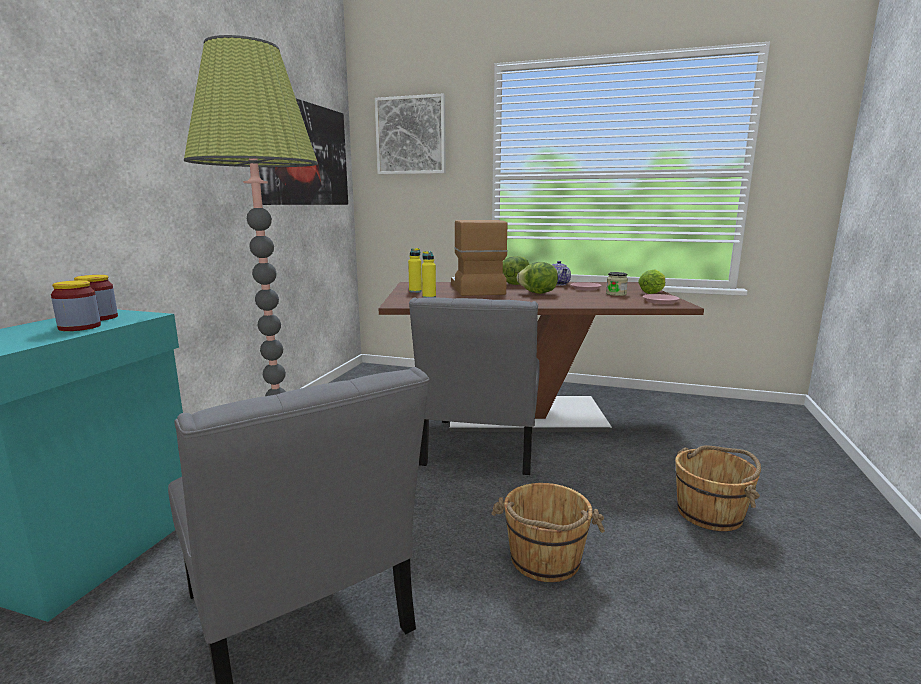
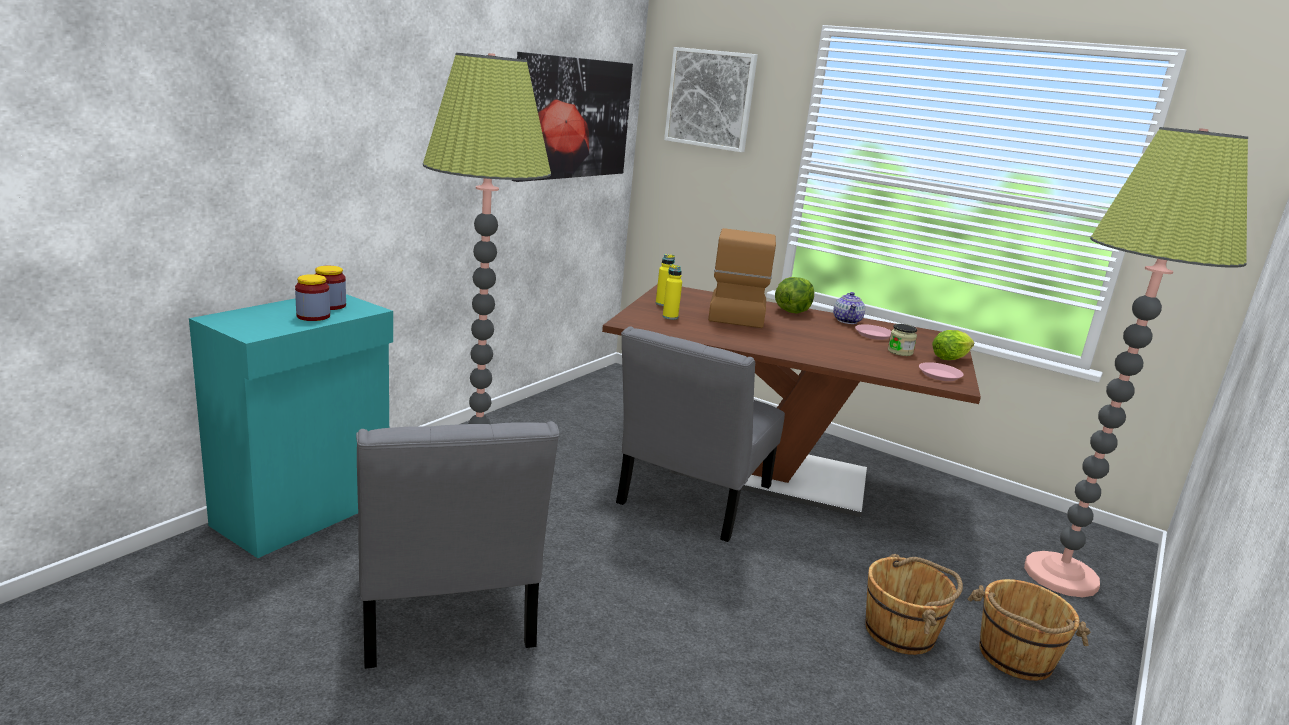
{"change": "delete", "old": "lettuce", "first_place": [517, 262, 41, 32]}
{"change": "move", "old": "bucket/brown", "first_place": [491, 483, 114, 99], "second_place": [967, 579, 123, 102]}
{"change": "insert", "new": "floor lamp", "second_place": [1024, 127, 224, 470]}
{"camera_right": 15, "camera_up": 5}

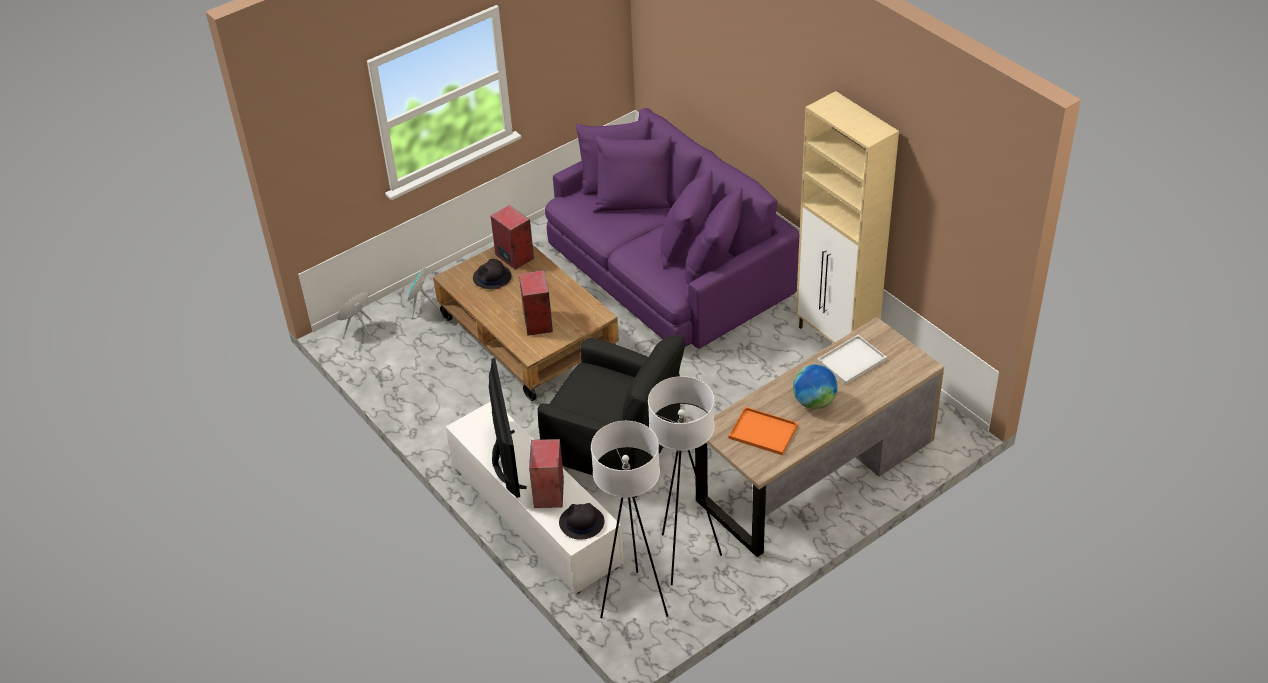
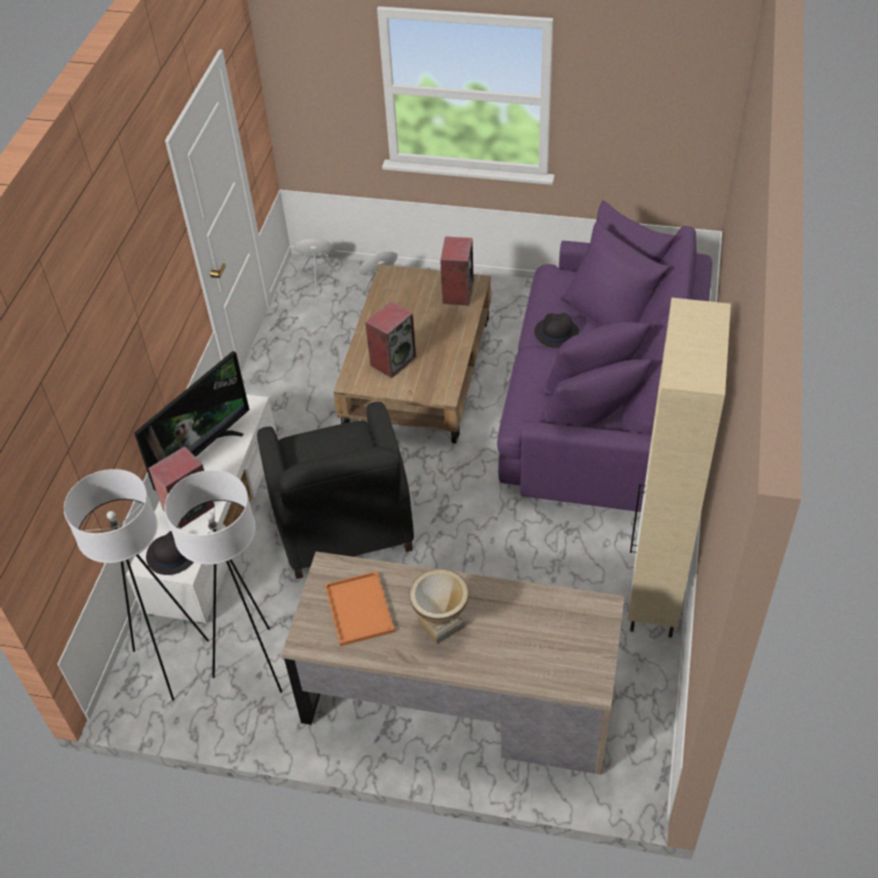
{"change": "move", "old": "hat/black", "first_place": [473, 259, 38, 30], "second_place": [534, 313, 45, 35]}
{"change": "delete", "old": "tray/white", "first_place": [817, 335, 70, 50]}
{"change": "replace", "old": "globe", "new": "vase", "first_place": [793, 365, 45, 44], "second_place": [409, 569, 60, 75]}
{"camera_right": 50, "camera_up": 5}

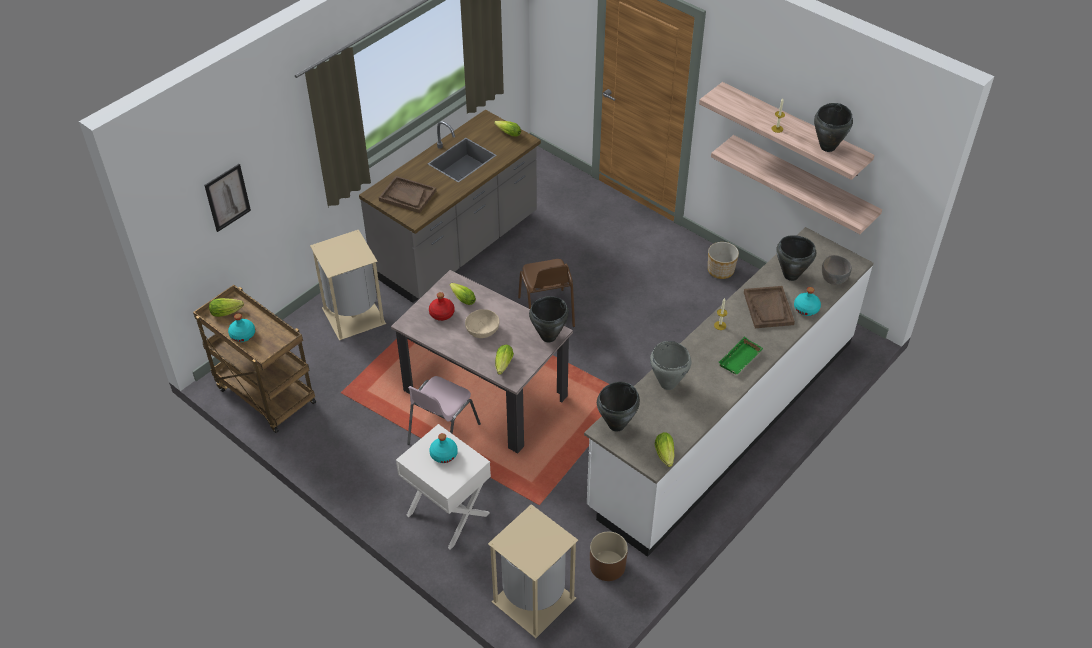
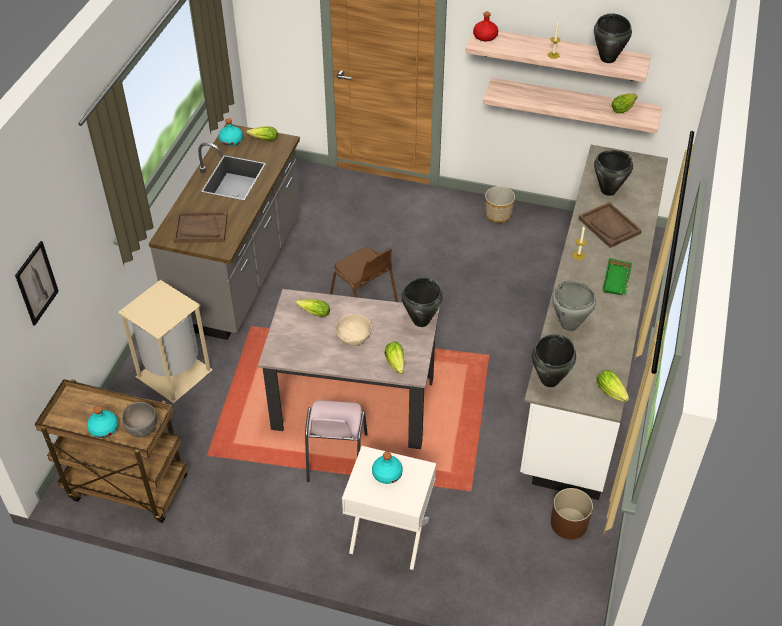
{"change": "move", "old": "bowl/grey", "first_place": [822, 255, 30, 30], "second_place": [122, 402, 35, 36]}
{"change": "move", "old": "bottle/turquoise", "first_place": [794, 287, 27, 29], "second_place": [219, 118, 24, 28]}
{"change": "move", "old": "bottle/red", "first_place": [429, 292, 26, 29], "second_place": [473, 12, 25, 29]}
{"change": "move", "old": "lettuce", "first_place": [209, 298, 35, 19], "second_place": [612, 93, 25, 20]}
{"change": "delete", "old": "trash can/beige", "first_place": [488, 504, 90, 134]}
{"camera_right": -25, "camera_up": 0}

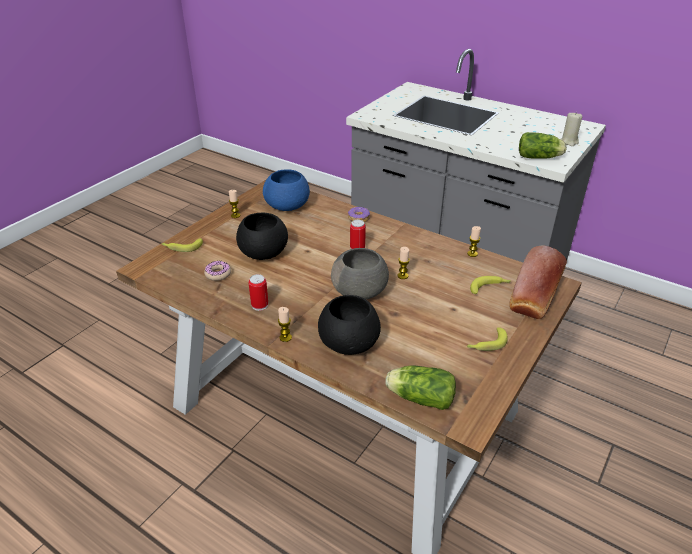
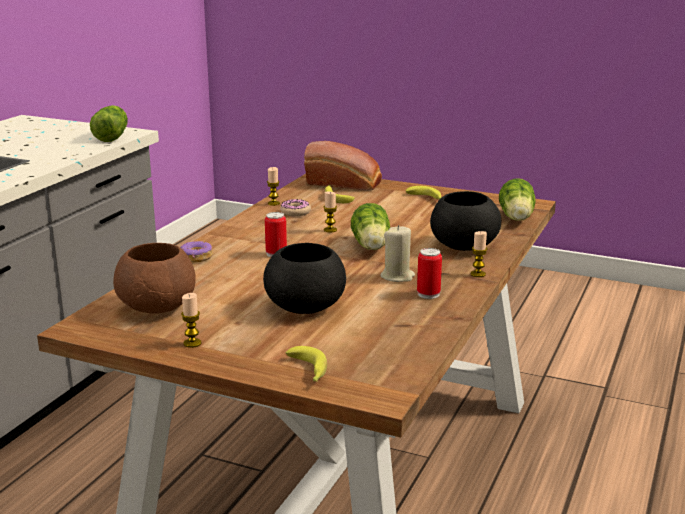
{"change": "move", "old": "candle/beige", "first_place": [561, 112, 21, 34], "second_place": [380, 225, 35, 57]}
{"change": "recolor", "old": "bowl/blue", "new": "bowl/brown", "first_place": [263, 169, 47, 42], "second_place": [113, 243, 83, 71]}
{"change": "replace", "old": "bowl/grey", "new": "lettuce", "first_place": [331, 248, 58, 51], "second_place": [351, 203, 39, 47]}
{"change": "move", "old": "donut", "first_place": [204, 261, 27, 20], "second_place": [280, 199, 31, 17]}
{"camera_right": -100, "camera_up": -15}

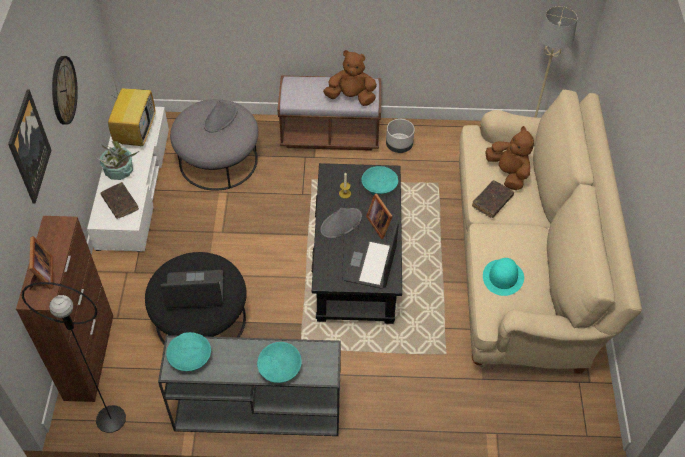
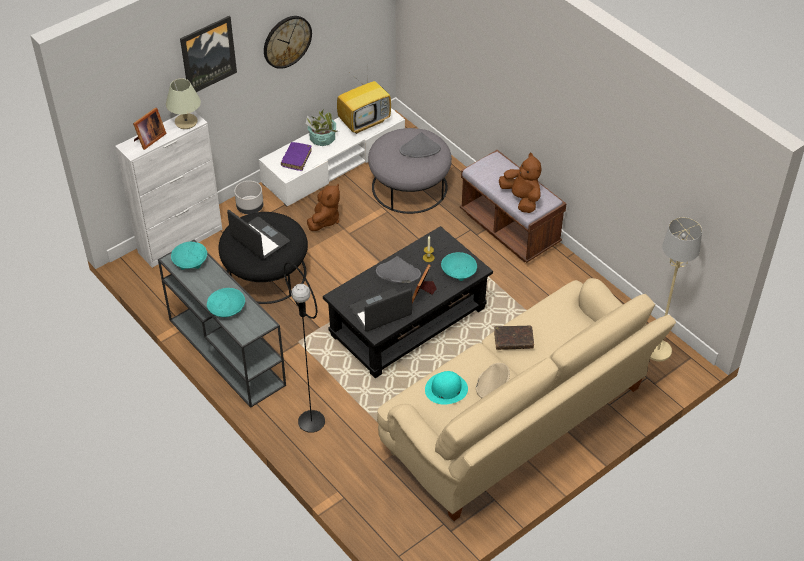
{"change": "move", "old": "planter/grey", "first_place": [386, 119, 29, 34], "second_place": [234, 181, 29, 33]}
{"change": "move", "old": "plush toy/brown", "first_place": [485, 126, 49, 64], "second_place": [307, 184, 33, 47]}
{"change": "recolor", "old": "book/brown", "new": "book/purple", "first_place": [101, 182, 38, 37], "second_place": [281, 142, 31, 29]}
{"change": "recolor", "old": "cabinet/brown", "new": "cabinet/white", "first_place": [16, 216, 97, 186], "second_place": [115, 111, 107, 157]}
{"change": "move", "old": "floor lamp/black", "first_place": [22, 282, 104, 151], "second_place": [284, 262, 41, 170]}
{"change": "insert", "new": "table lamp/beige", "second_place": [166, 78, 35, 51]}
{"change": "insert", "new": "hat/beige", "second_place": [476, 363, 34, 35]}
{"camera_right": 50, "camera_up": -5}

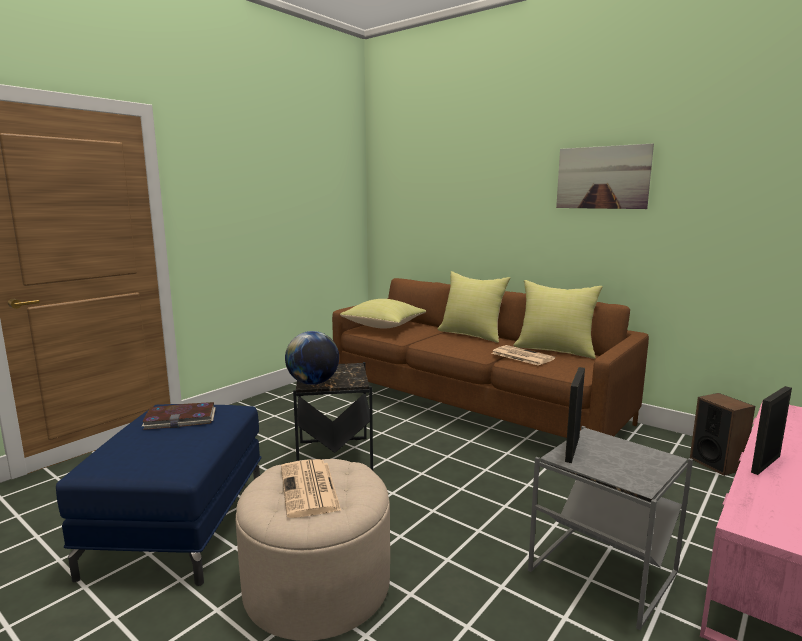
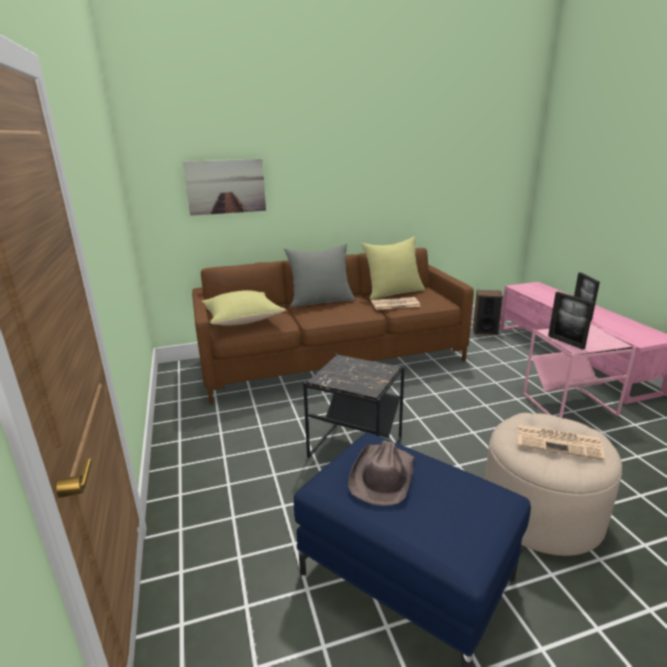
{"change": "move", "old": "picture", "first_place": [556, 143, 98, 66], "second_place": [183, 159, 83, 57]}
{"change": "recolor", "old": "pillow/yellow", "new": "pillow/grey", "first_place": [438, 271, 72, 72], "second_place": [284, 244, 72, 63]}
{"change": "delete", "old": "globe", "first_place": [285, 331, 54, 54]}
{"change": "replace", "old": "book", "new": "hat/brown", "first_place": [142, 402, 74, 28], "second_place": [348, 440, 67, 66]}
{"change": "recolor", "old": "side table/grey", "new": "side table/pink", "first_place": [528, 426, 165, 204], "second_place": [523, 323, 113, 95]}
{"camera_right": -55, "camera_up": 10}

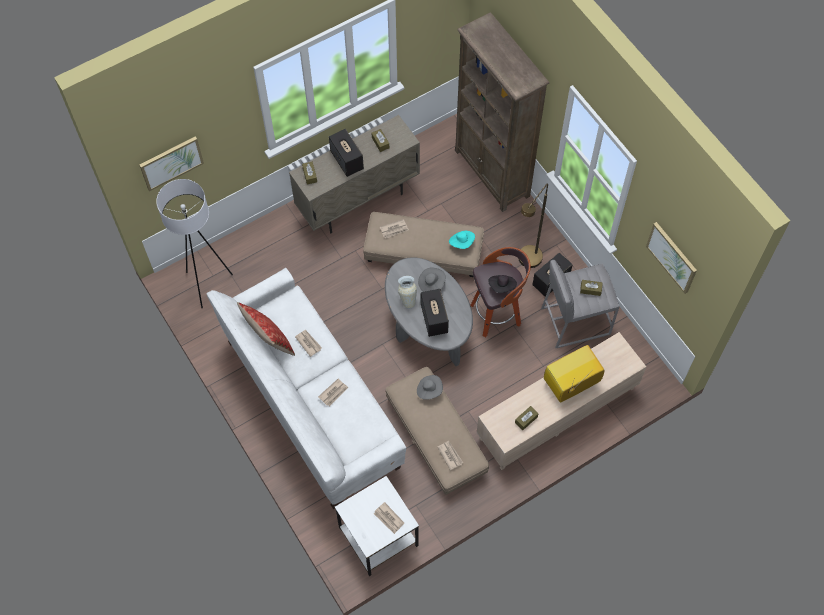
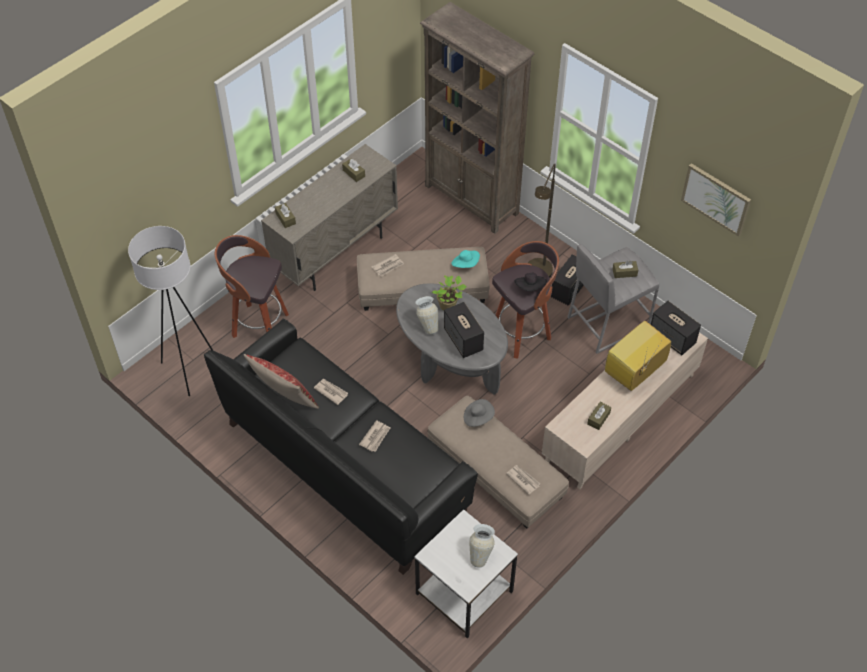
{"change": "move", "old": "speaker", "first_place": [329, 129, 35, 48], "second_place": [651, 301, 50, 54]}
{"change": "delete", "old": "picture", "first_place": [139, 136, 65, 56]}
{"change": "recolor", "old": "sofa/white", "new": "sofa/black", "first_place": [207, 267, 199, 242], "second_place": [204, 319, 274, 256]}
{"change": "replace", "old": "hat/grey", "new": "potted plant", "first_place": [418, 267, 28, 25], "second_place": [432, 275, 35, 36]}
{"change": "replace", "old": "newspaper", "new": "vase", "first_place": [374, 502, 30, 32], "second_place": [469, 524, 26, 44]}
{"change": "insert", "new": "stool", "second_place": [215, 235, 74, 103]}
{"camera_right": -15, "camera_up": -10}

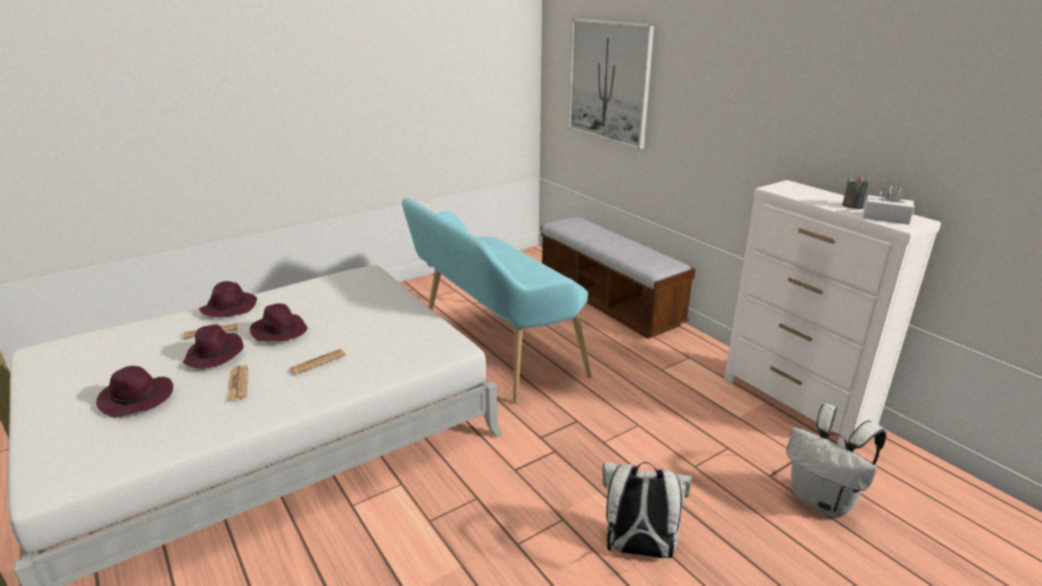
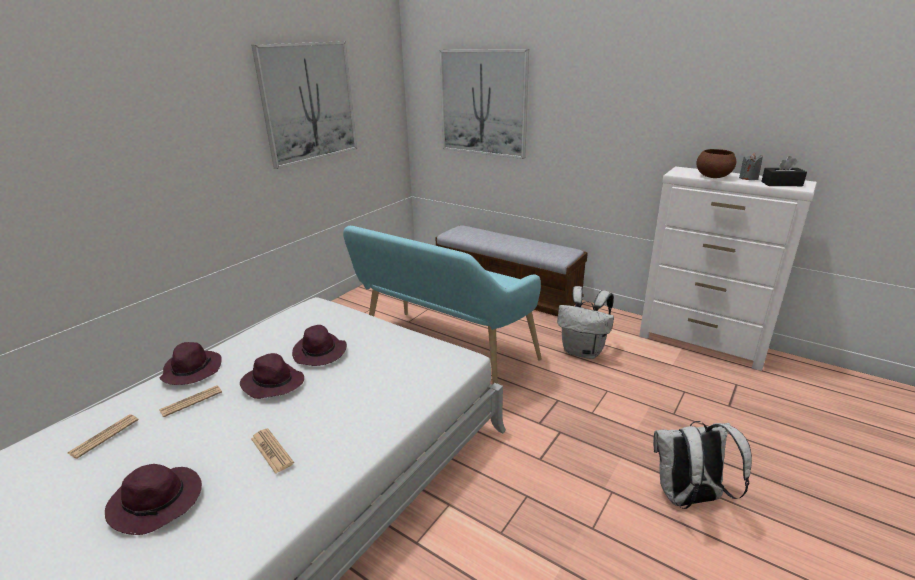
{"change": "recolor", "old": "tissue box/white", "new": "tissue box/black", "first_place": [863, 184, 51, 41], "second_place": [761, 156, 46, 30]}
{"change": "move", "old": "hat/purple", "first_place": [183, 324, 61, 45], "second_place": [292, 325, 55, 41]}
{"change": "move", "old": "newspaper", "first_place": [289, 349, 57, 26], "second_place": [67, 414, 72, 45]}
{"change": "move", "old": "backpack/white", "first_place": [786, 404, 100, 114], "second_place": [557, 286, 57, 73]}
{"change": "insert", "new": "picture", "second_place": [251, 41, 106, 128]}
{"change": "insert", "new": "bowl/brown", "second_place": [696, 149, 40, 29]}
{"camera_right": -20, "camera_up": 0}

